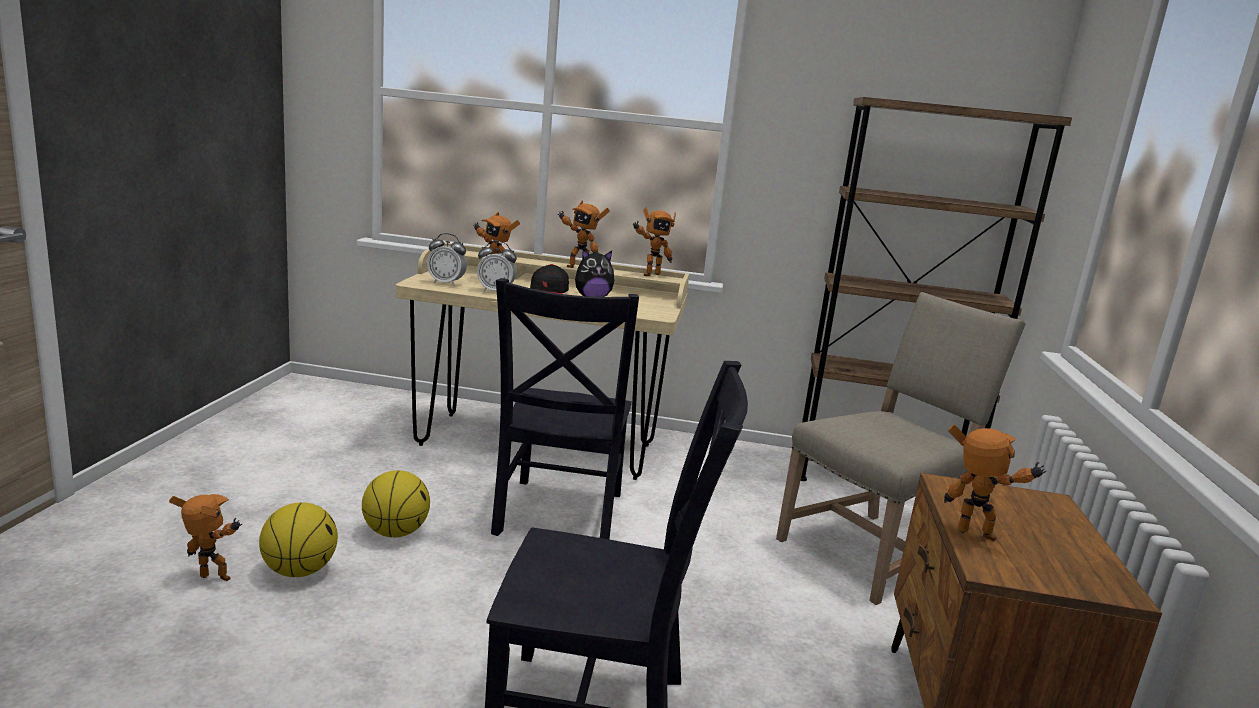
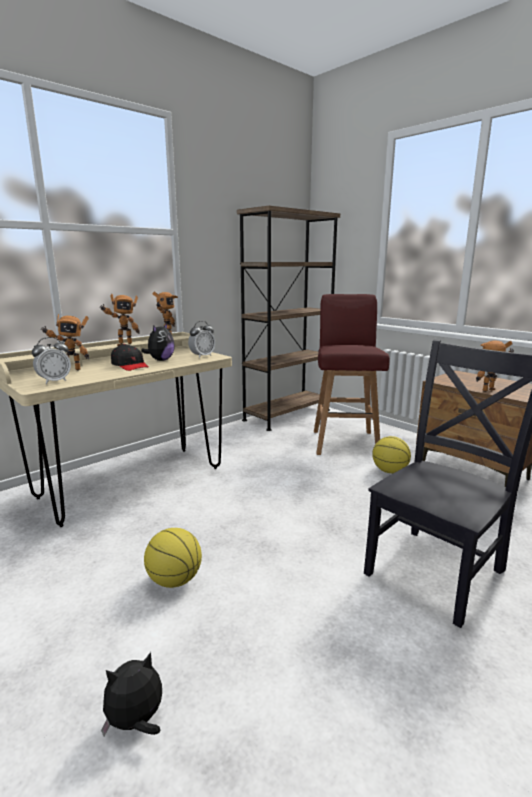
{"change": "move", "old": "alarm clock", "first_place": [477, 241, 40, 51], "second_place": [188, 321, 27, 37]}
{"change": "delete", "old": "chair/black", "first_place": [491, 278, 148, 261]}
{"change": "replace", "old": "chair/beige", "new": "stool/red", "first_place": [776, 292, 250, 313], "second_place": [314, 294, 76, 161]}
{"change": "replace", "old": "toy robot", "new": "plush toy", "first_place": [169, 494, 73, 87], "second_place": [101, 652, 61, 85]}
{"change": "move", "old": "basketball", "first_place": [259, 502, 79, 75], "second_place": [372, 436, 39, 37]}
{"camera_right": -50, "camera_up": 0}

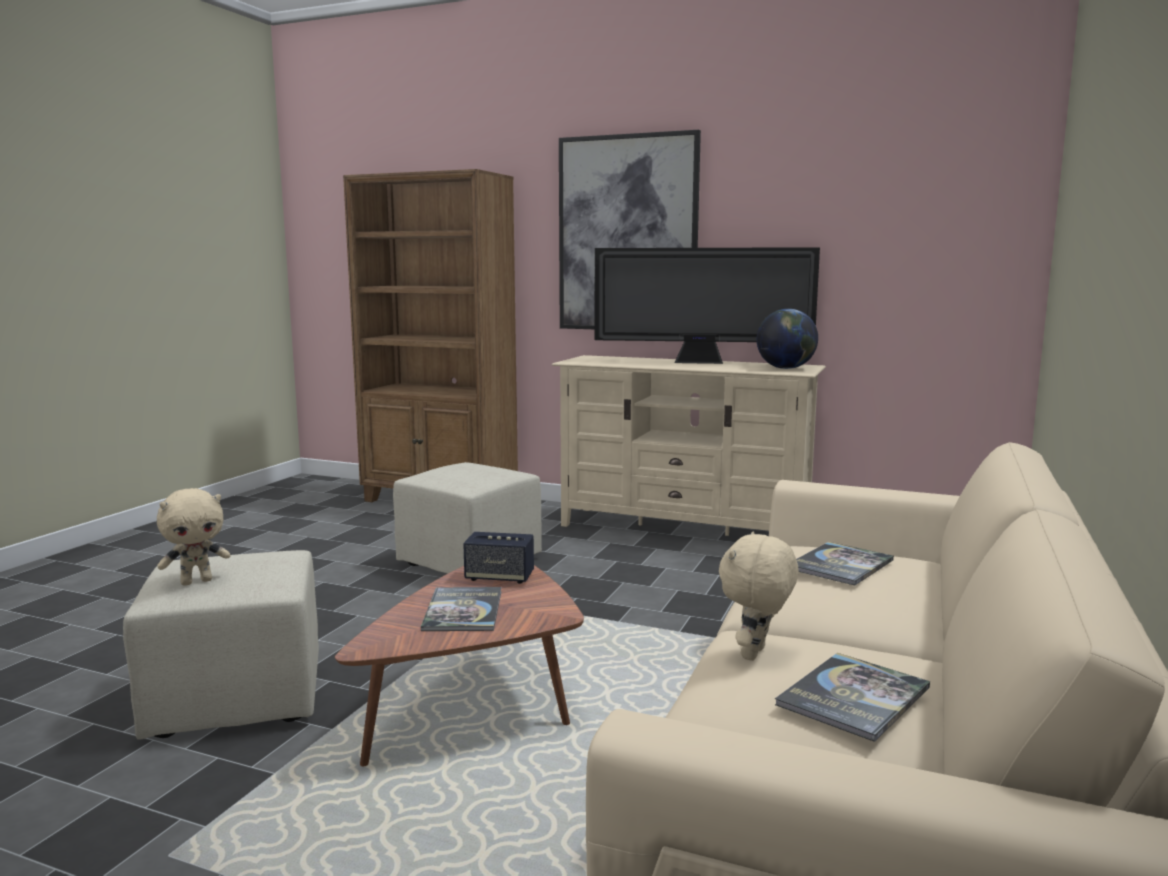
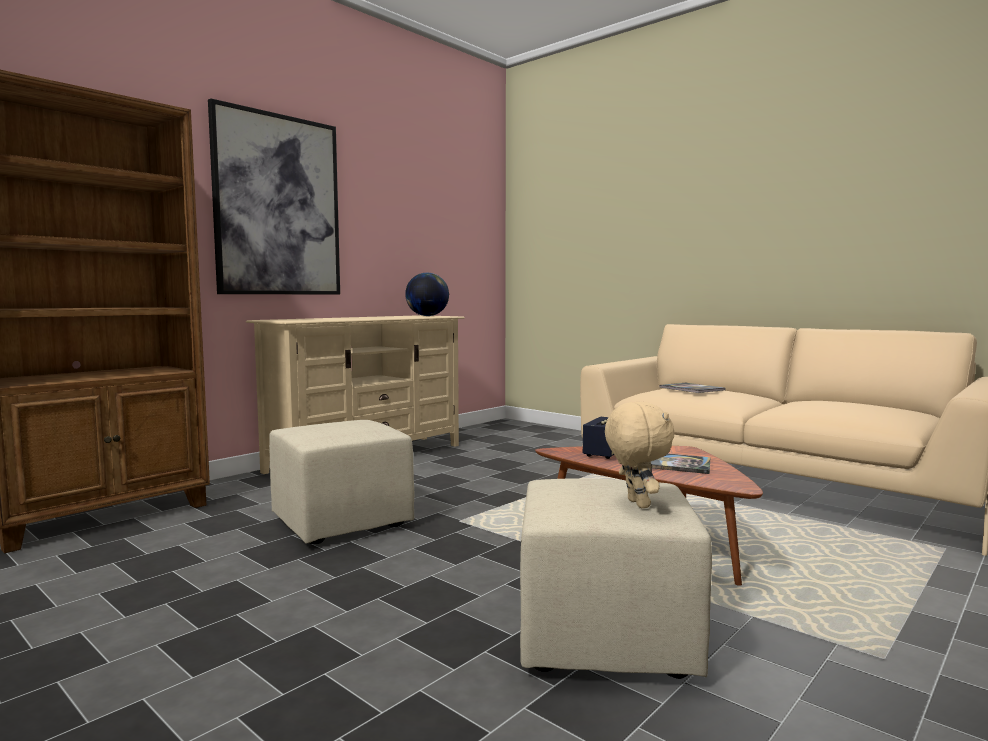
{"change": "delete", "old": "television", "first_place": [594, 247, 226, 117]}
{"change": "delete", "old": "plush toy/beige", "first_place": [719, 531, 80, 130]}
{"change": "delete", "old": "book", "first_place": [775, 653, 155, 89]}
{"camera_right": -70, "camera_up": -5}

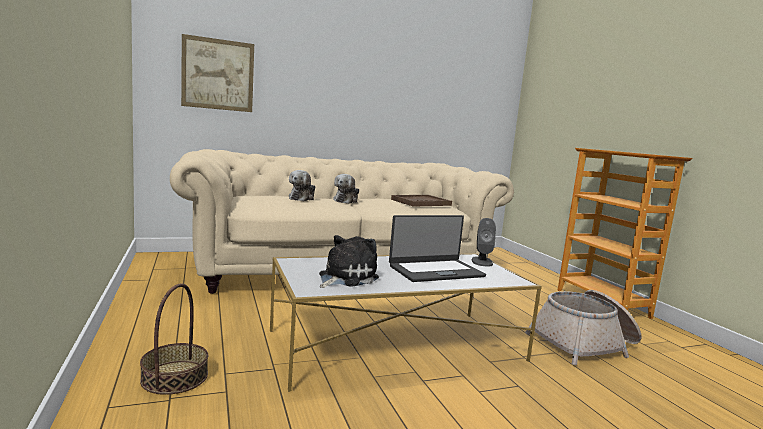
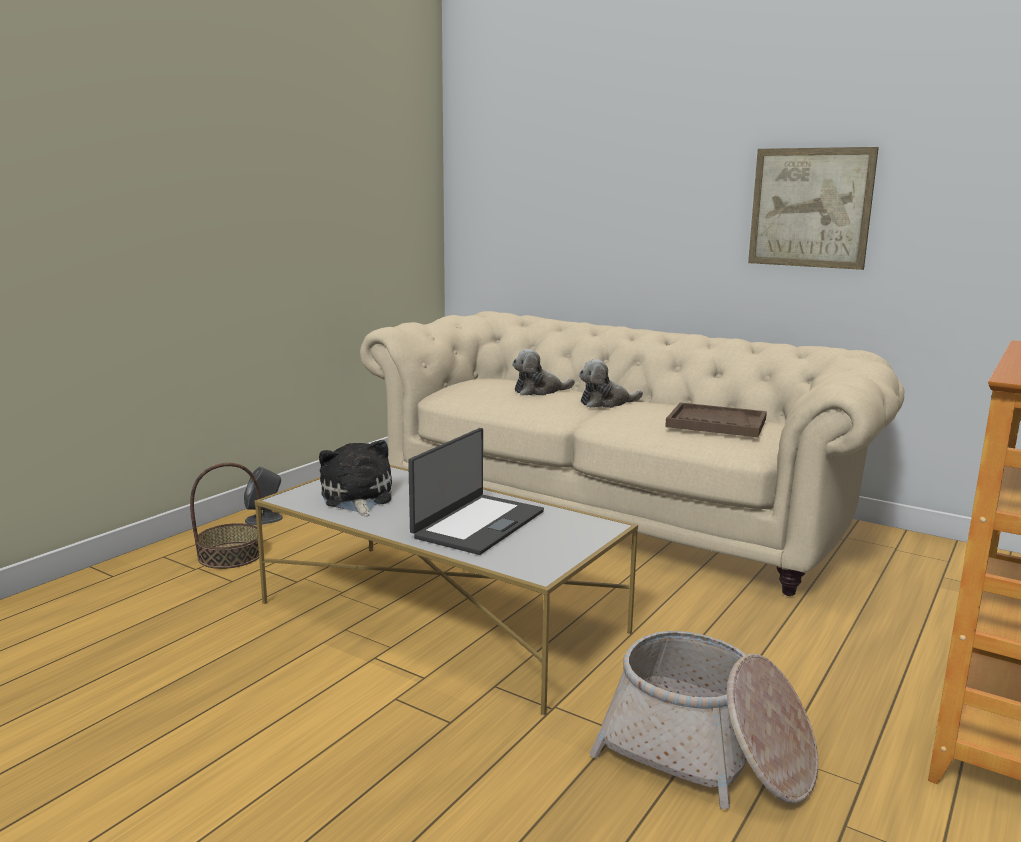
{"change": "move", "old": "picture", "first_place": [181, 34, 73, 78], "second_place": [748, 147, 131, 123]}
{"change": "rotate", "old": "laptop", "first_place": [389, 215, 97, 67], "second_place": [408, 428, 136, 127], "degrees": -90}
{"change": "move", "old": "speaker/grey", "first_place": [472, 218, 24, 48], "second_place": [244, 467, 39, 58]}
{"change": "rotate", "old": "plush toy", "first_place": [319, 235, 60, 53], "second_place": [319, 440, 73, 76], "degrees": -105}
{"camera_right": 55, "camera_up": 5}

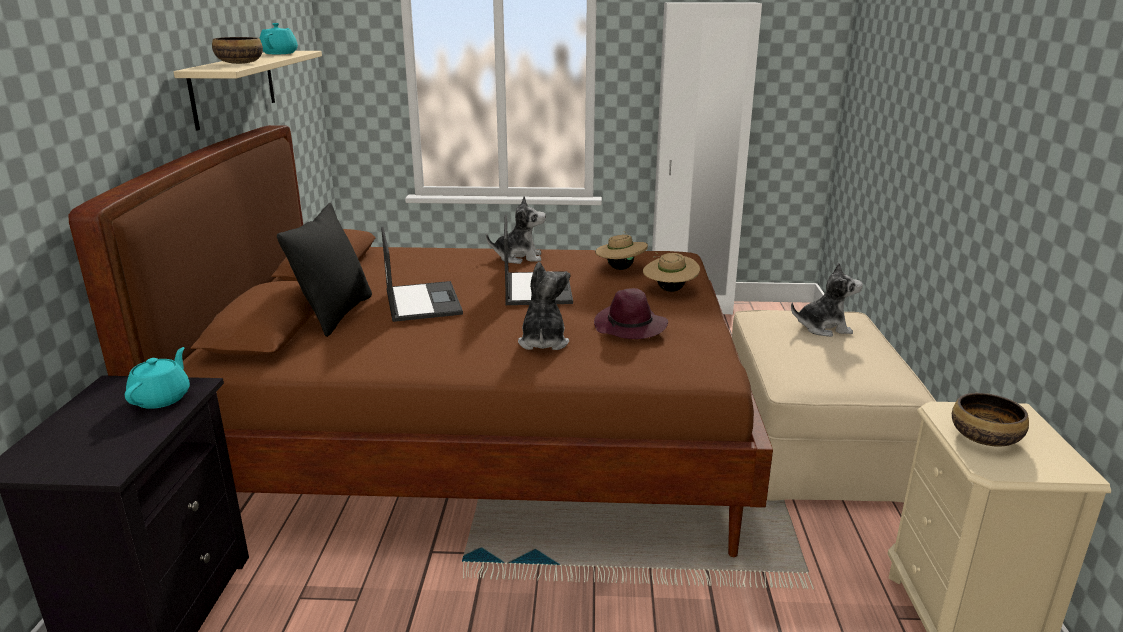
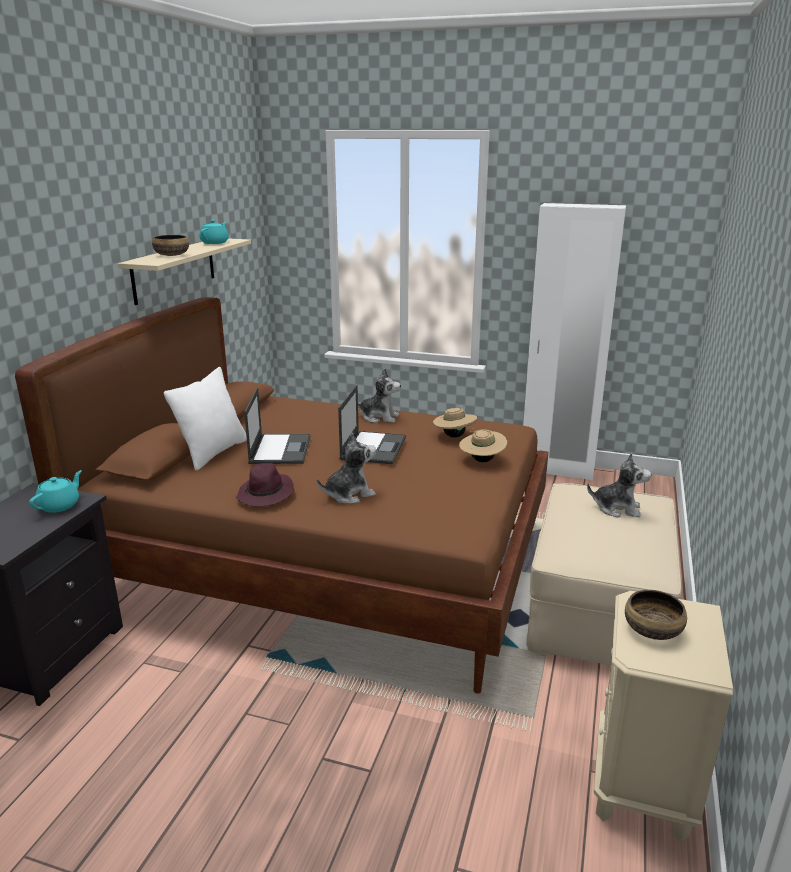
{"change": "recolor", "old": "pillow/black", "new": "pillow/white", "first_place": [277, 203, 95, 134], "second_place": [164, 367, 83, 104]}
{"change": "rotate", "old": "plush toy", "first_place": [518, 262, 52, 88], "second_place": [317, 433, 59, 71], "degrees": 45}
{"change": "move", "old": "hat/purple", "first_place": [594, 288, 74, 51], "second_place": [236, 463, 59, 44]}
{"camera_right": 15, "camera_up": 0}

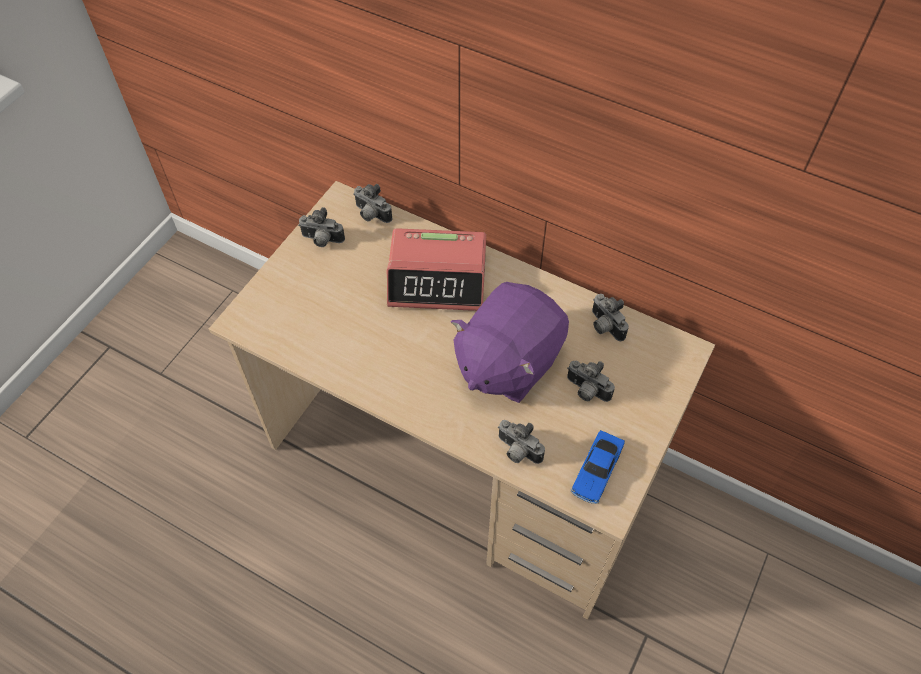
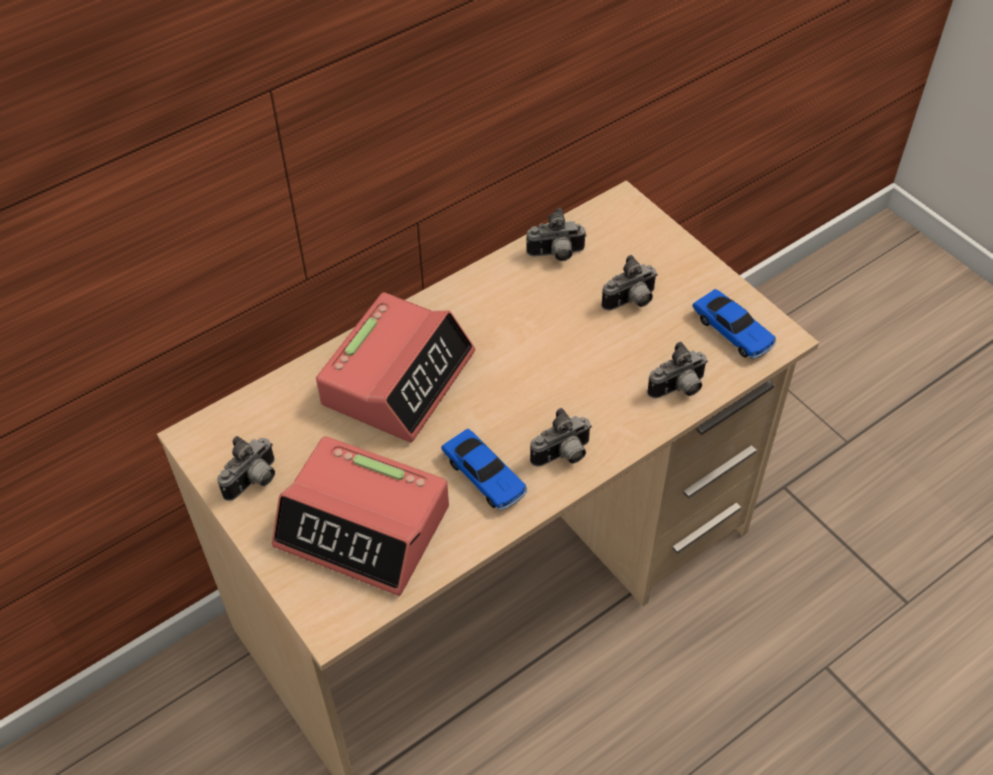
{"change": "move", "old": "photo camera", "first_place": [353, 184, 39, 39], "second_place": [530, 408, 62, 59]}
{"change": "delete", "old": "plush toy/purple", "first_place": [451, 282, 118, 121]}
{"change": "insert", "new": "toy car", "second_place": [441, 429, 86, 81]}
{"change": "insert", "new": "alarm clock", "second_place": [272, 436, 177, 160]}
{"camera_right": -65, "camera_up": -5}

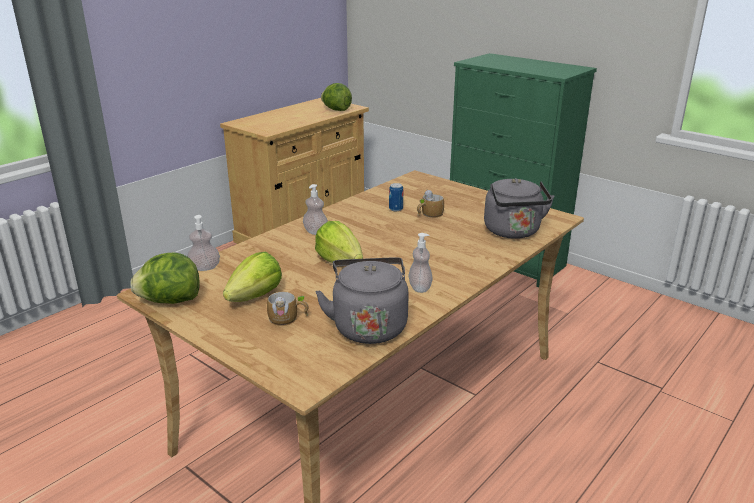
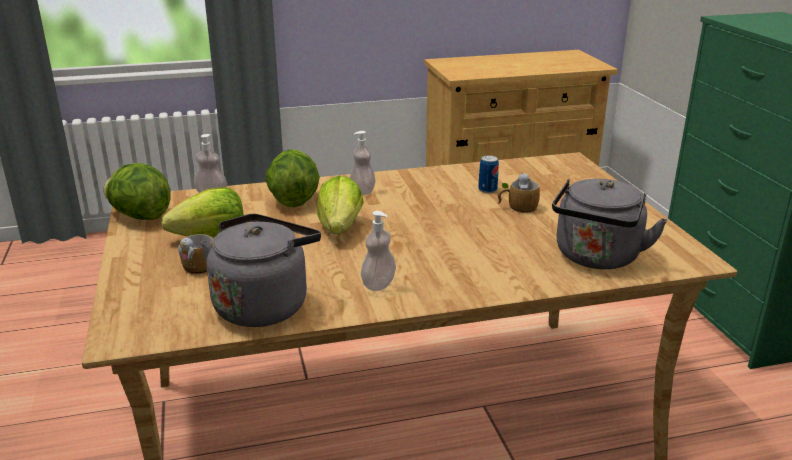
{"change": "move", "old": "lettuce", "first_place": [321, 83, 31, 28], "second_place": [265, 149, 55, 58]}
{"camera_right": 35, "camera_up": 0}

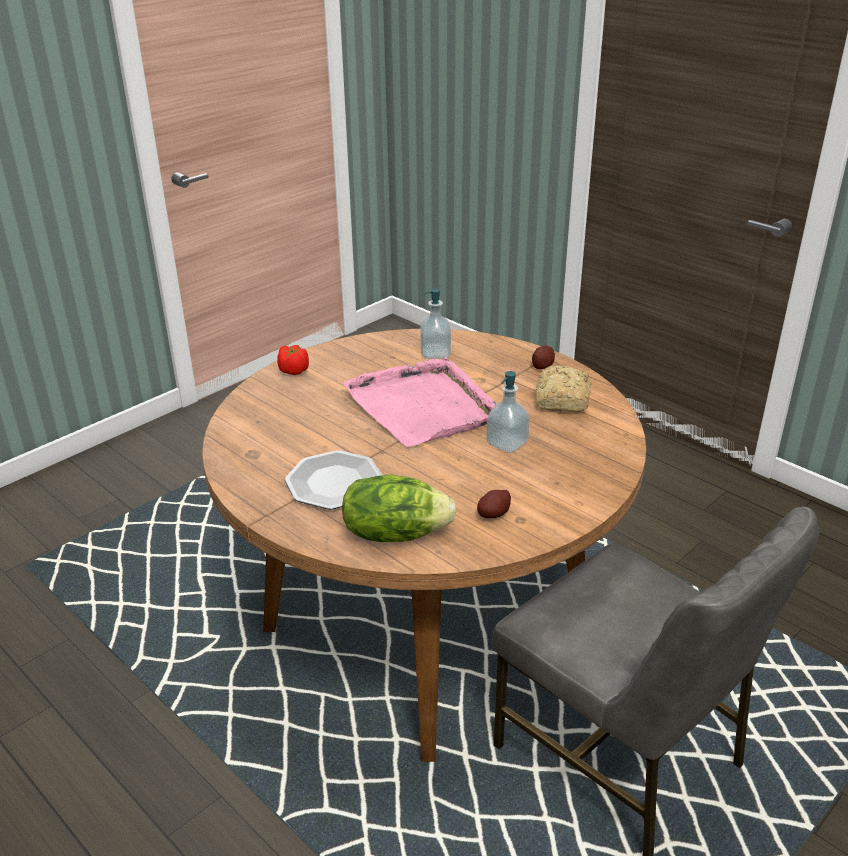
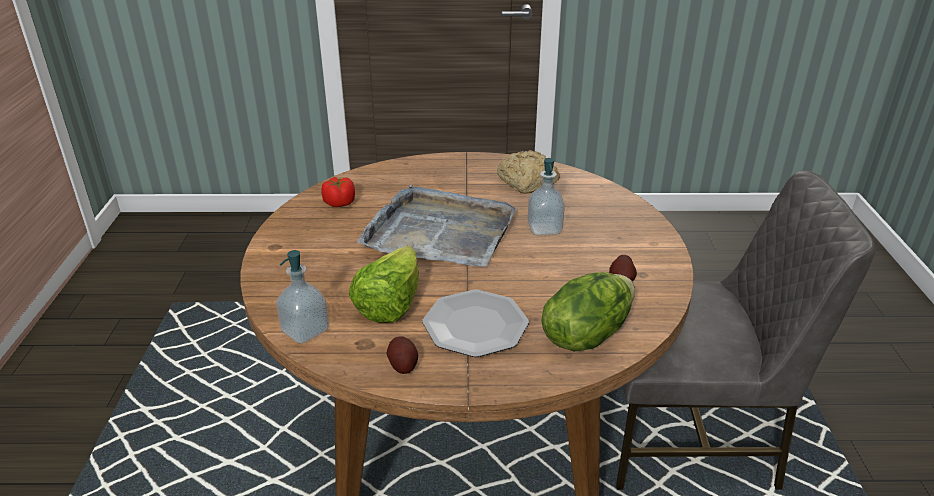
{"change": "move", "old": "soap dispenser", "first_place": [420, 288, 31, 71], "second_place": [276, 250, 53, 94]}
{"change": "move", "old": "tomato", "first_place": [277, 345, 32, 30], "second_place": [321, 177, 34, 30]}
{"change": "move", "old": "potato", "first_place": [532, 346, 23, 23], "second_place": [387, 336, 31, 38]}
{"change": "recolor", "old": "tray/pink", "new": "tray/grey", "first_place": [343, 357, 154, 90], "second_place": [357, 184, 159, 83]}
{"change": "insert", "new": "lettuce", "second_place": [349, 246, 70, 77]}
{"camera_right": -45, "camera_up": 0}

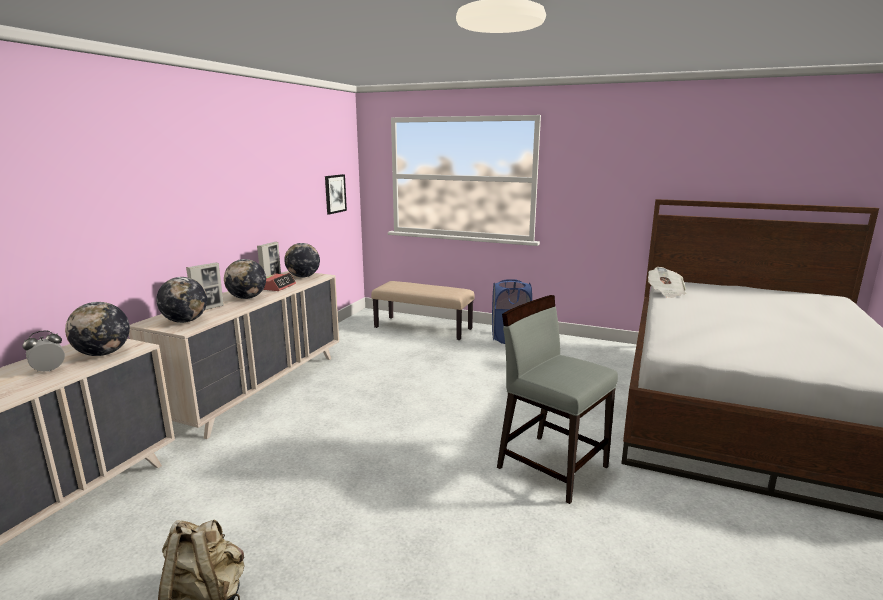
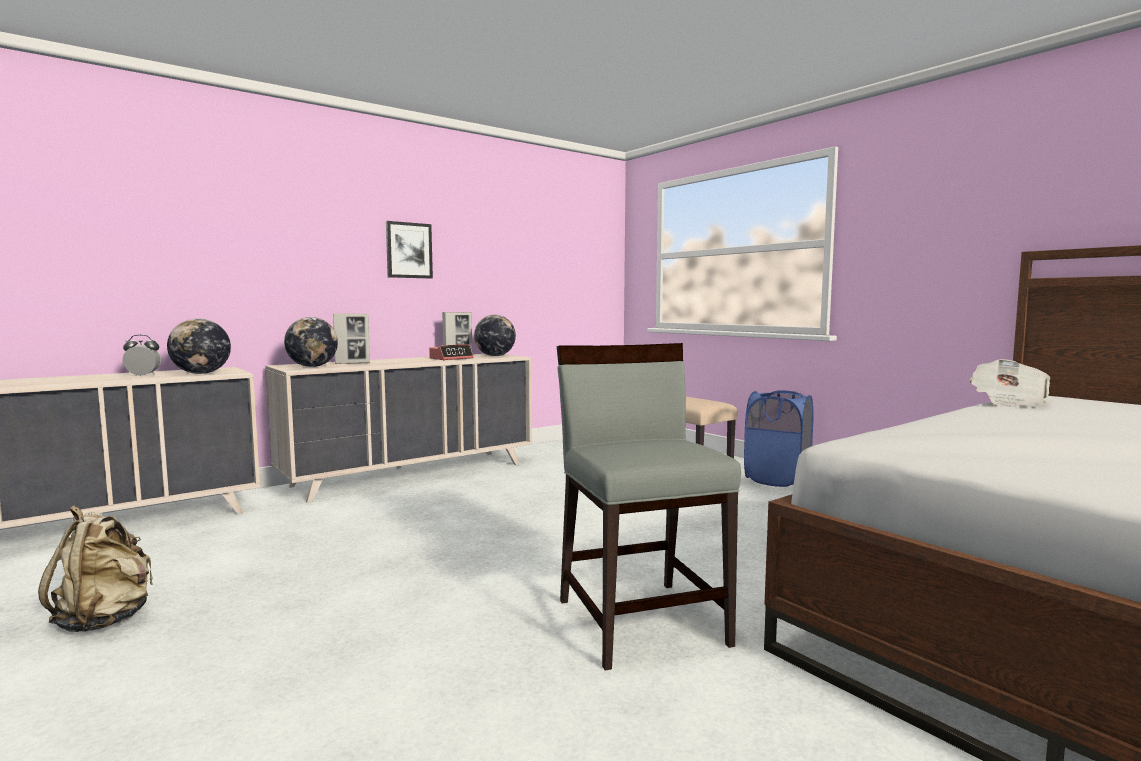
{"change": "move", "old": "picture", "first_place": [325, 174, 22, 40], "second_place": [386, 221, 47, 57]}
{"change": "delete", "old": "globe", "first_place": [224, 259, 42, 40]}
{"camera_right": 30, "camera_up": -10}

